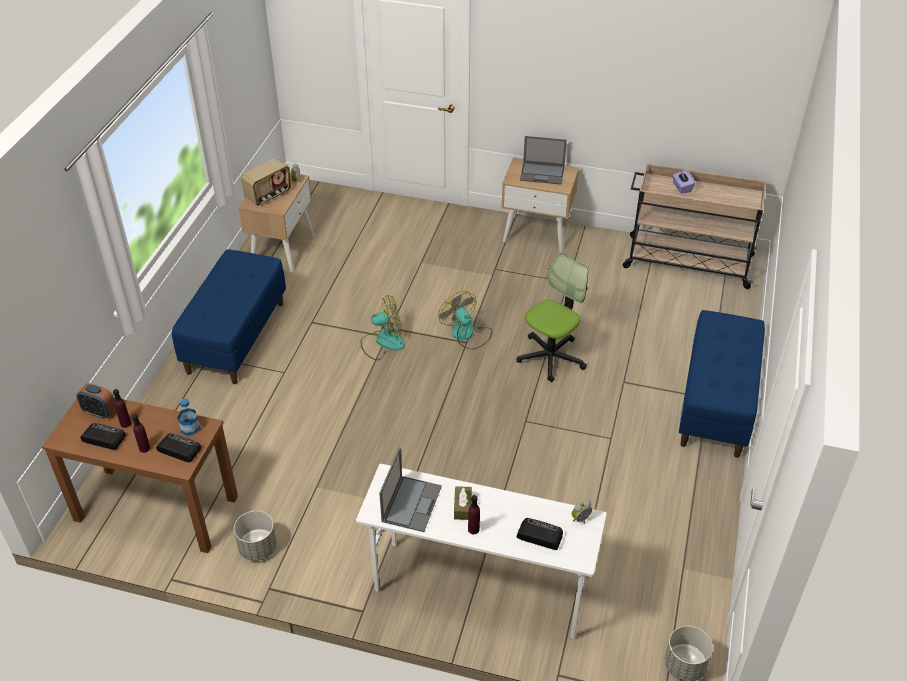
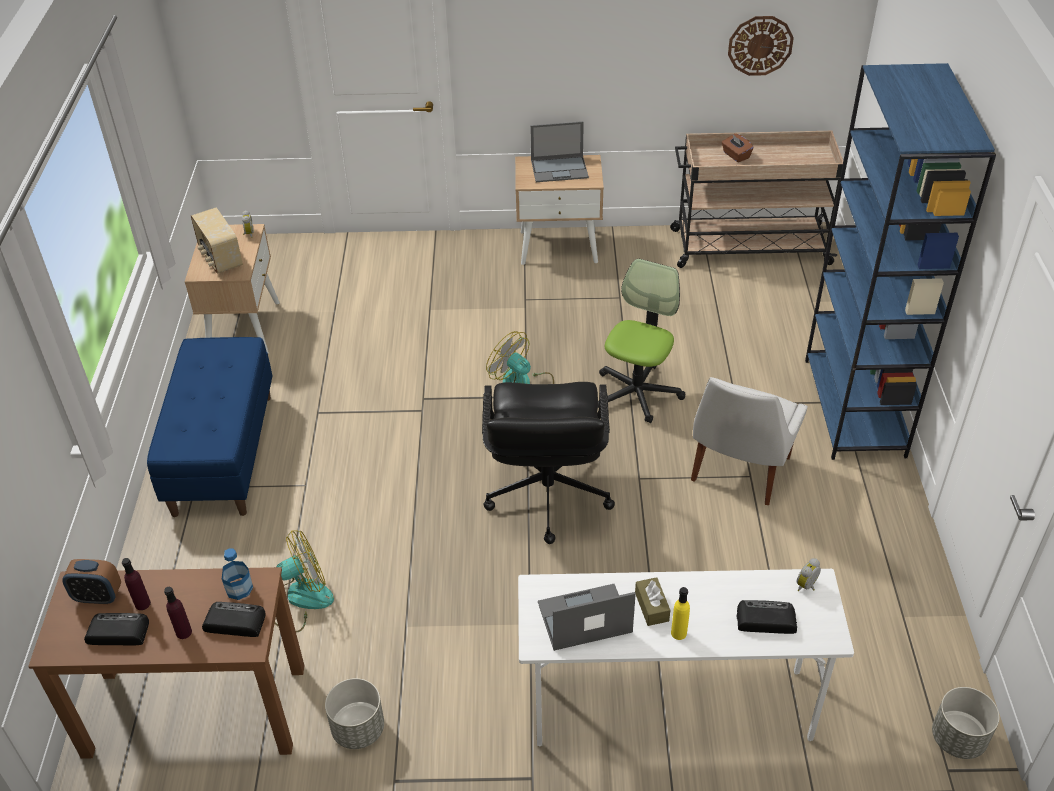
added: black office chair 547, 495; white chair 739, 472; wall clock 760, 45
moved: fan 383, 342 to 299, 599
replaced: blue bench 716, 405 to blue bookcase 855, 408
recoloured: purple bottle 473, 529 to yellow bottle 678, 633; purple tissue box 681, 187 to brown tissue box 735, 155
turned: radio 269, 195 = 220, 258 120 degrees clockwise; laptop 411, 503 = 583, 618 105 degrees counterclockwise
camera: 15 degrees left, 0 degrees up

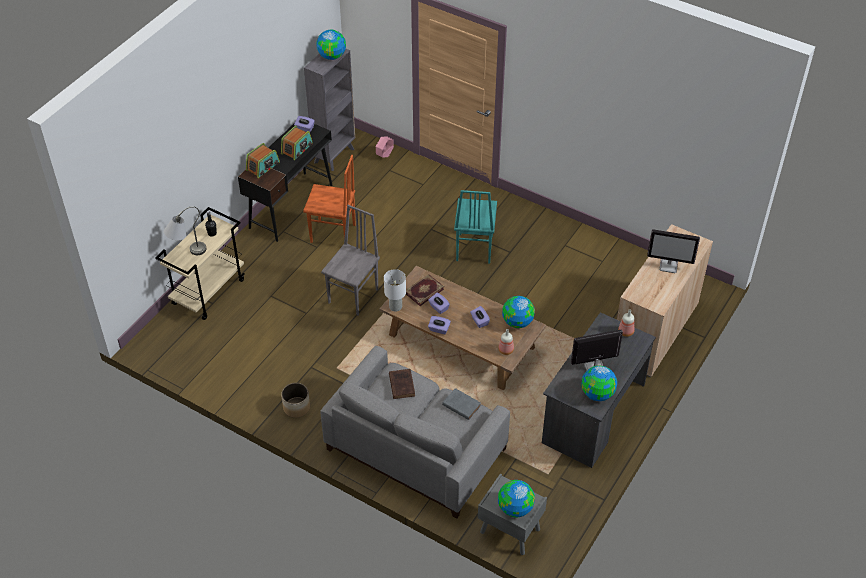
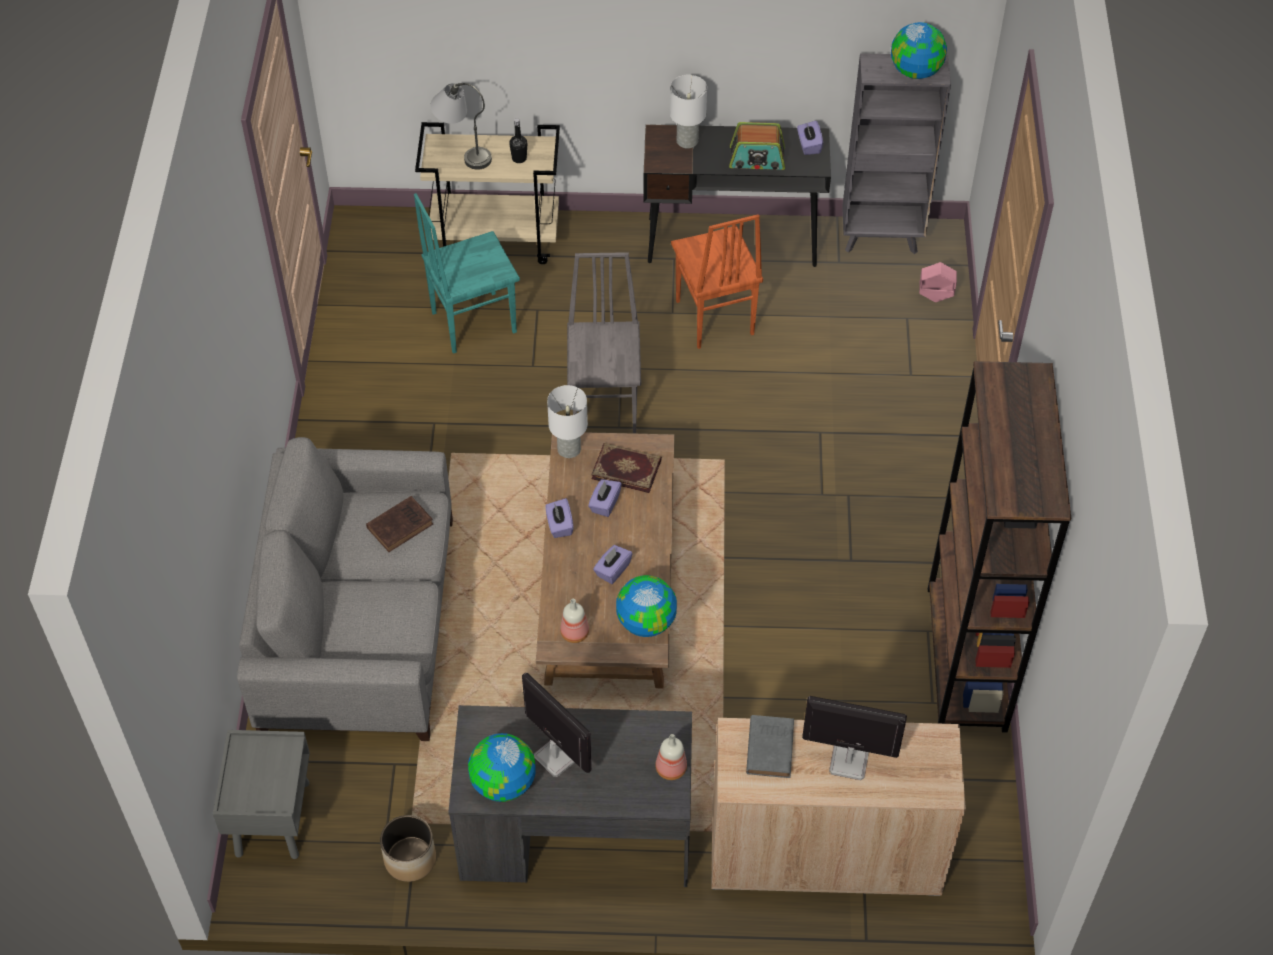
removed: globe 515, 508
added: brown bookcase 966, 659
moved: planter 296, 407 to 409, 858; turquoise chair 473, 248 to 472, 321; grey book 460, 405 to 770, 747
replaced: radio 263, 166 to white table lamp 687, 141
turned: grey chair 354, 296 = 606, 405 90 degrees counterclockwise; monitor 669, 266 = 847, 762 120 degrees clockwise
camera: 60 degrees right, 5 degrees up

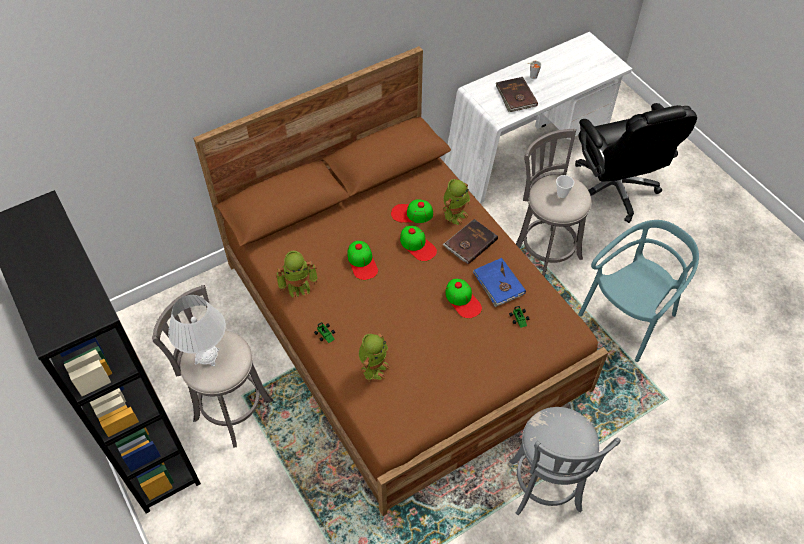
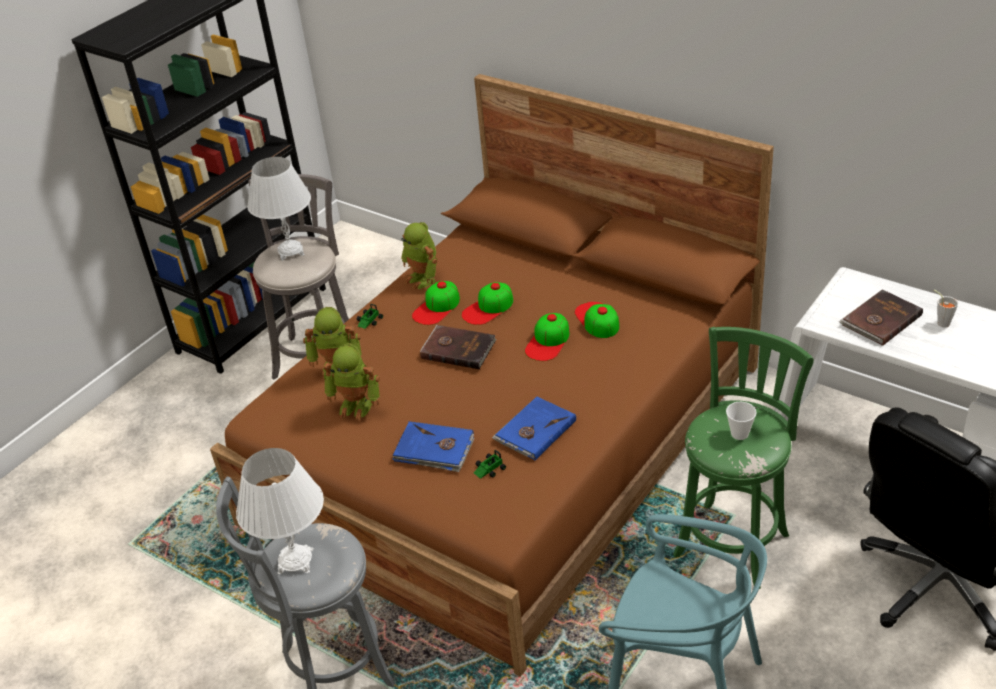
added: white table lamp 296, 561; blue book 434, 450
moved: toy robot 455, 214 to 357, 405; cap 463, 300 to 437, 307; brown book 470, 243 to 458, 349
recoloured: grey stool 544, 253 to green stool 734, 541
camera: 70 degrees right, 15 degrees down

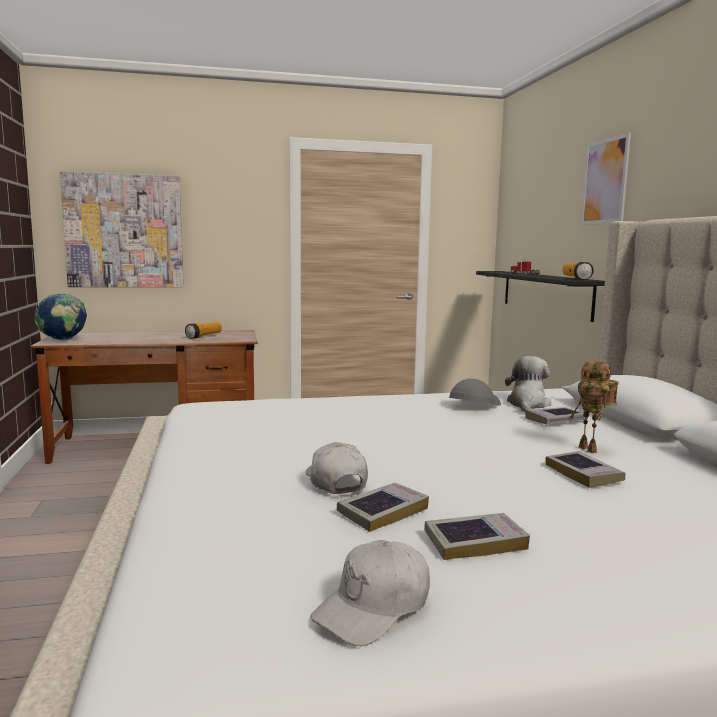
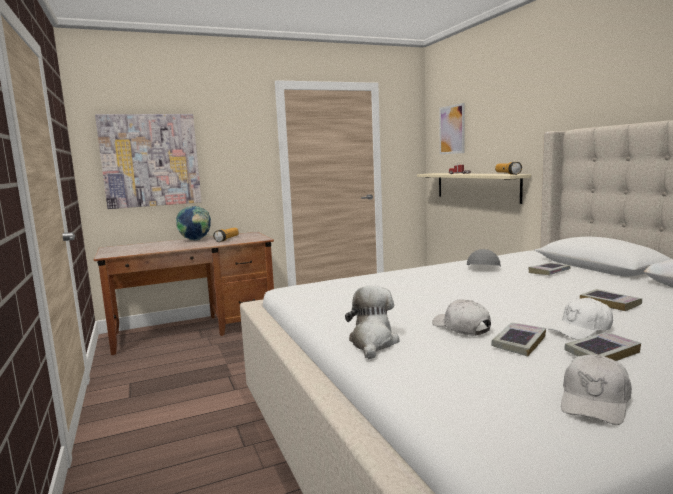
removed: toy robot 590, 450
added: white cap 581, 329
moved: globe 63, 340 to 195, 240; plush toy 527, 404 to 372, 343; picture 605, 181 to 452, 129
recoloured: black shelf 545, 293 to beige shelf 476, 186
camera: 10 degrees left, 0 degrees up

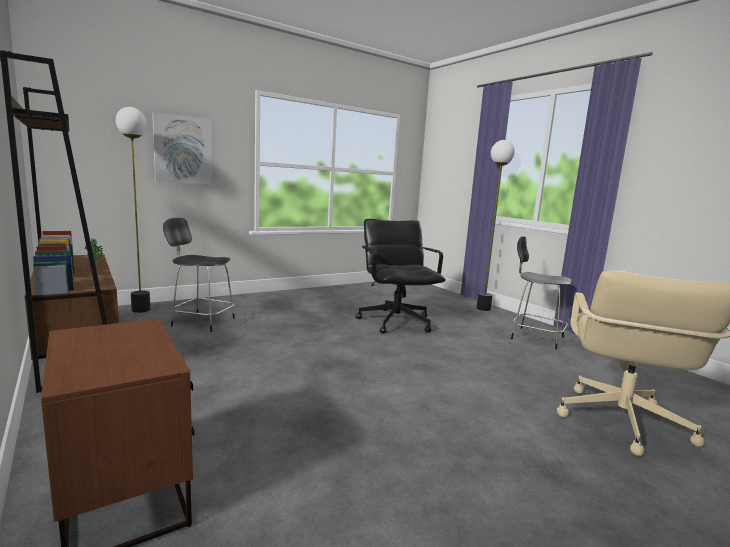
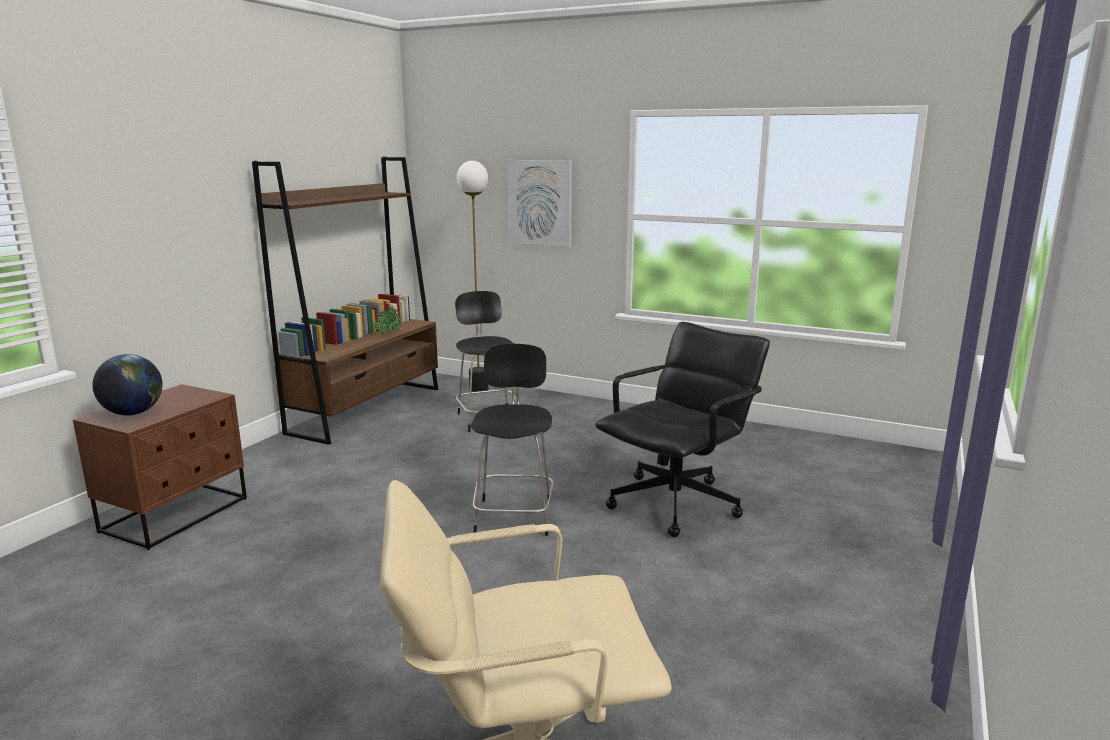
removed: floor lamp 483, 308
added: globe 133, 413
moved: black chair 535, 337 to 514, 515
camera: 60 degrees right, 5 degrees up

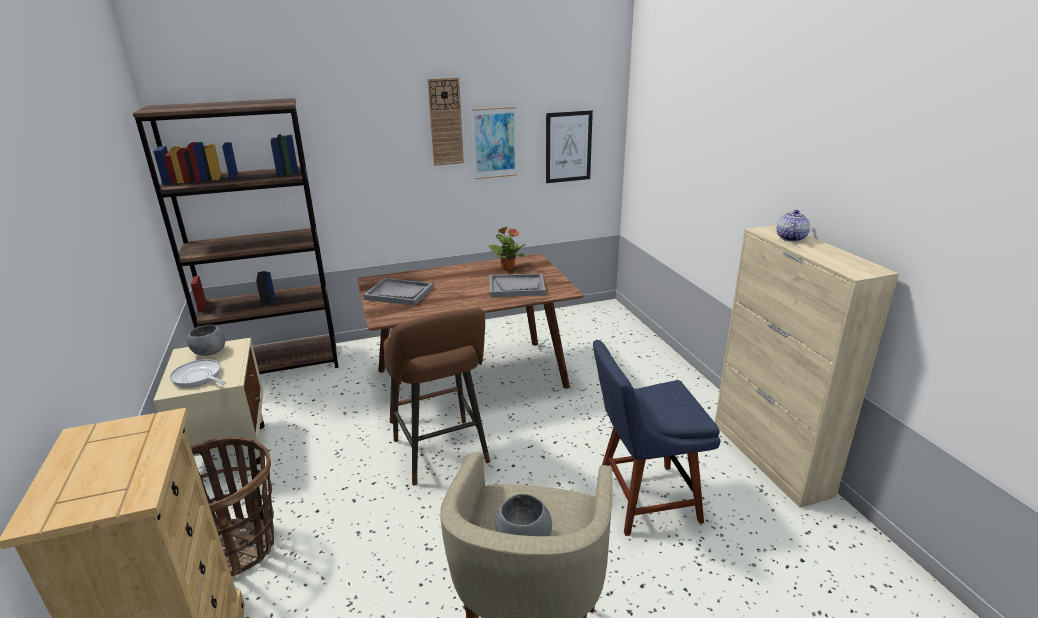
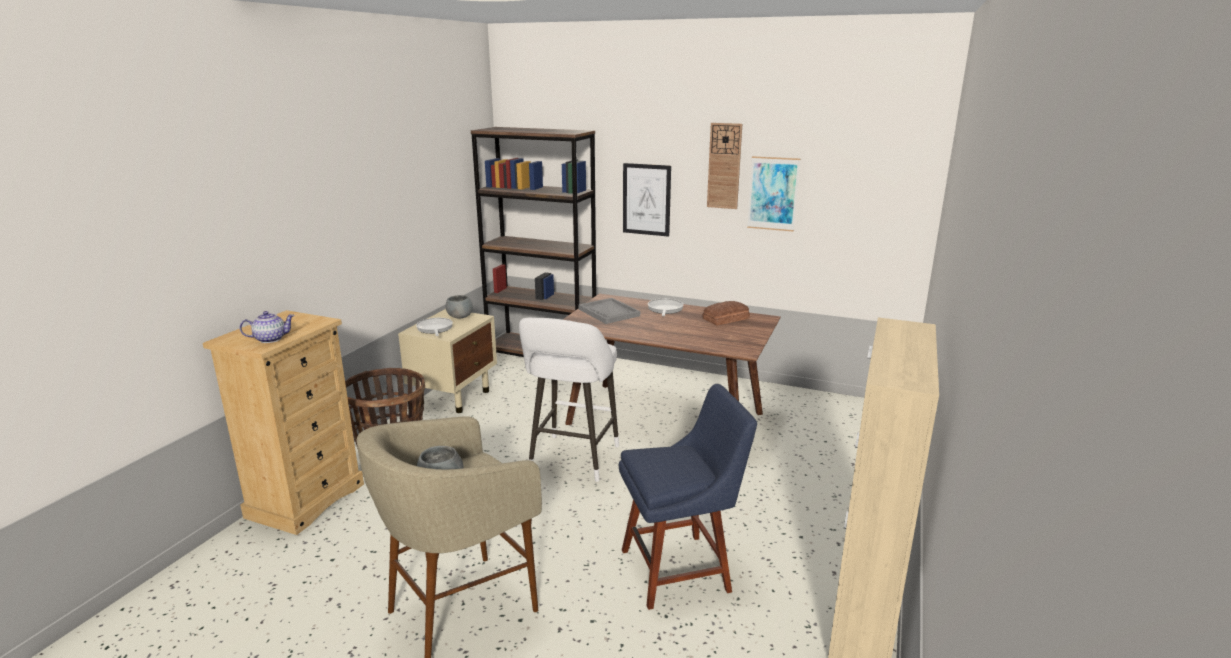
removed: grey tray 517, 287
added: frying pan 665, 309
moved: teapot 790, 238 to 270, 339; picture 568, 147 to 646, 199
replaced: potted plant 507, 268 to bread 726, 319
recoloured: brown stool 442, 454 to white stool 572, 460
turned: blue chair 642, 499 = 680, 569 135 degrees clockwise
camera: 40 degrees right, 5 degrees down

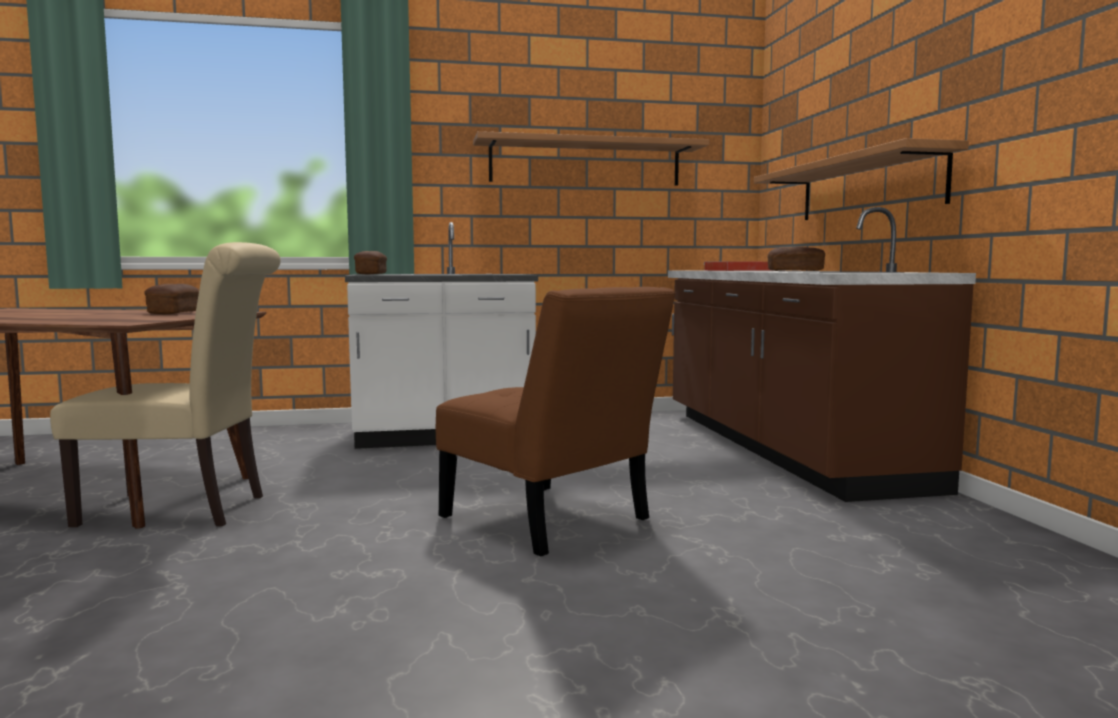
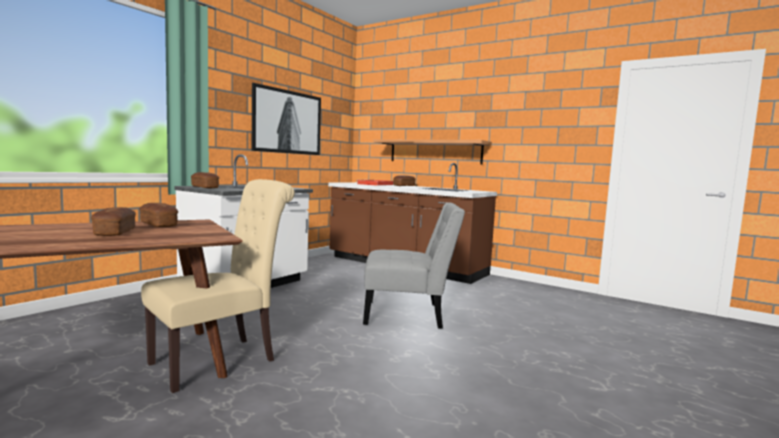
added: bread 115, 232
replaced: shelf 585, 163 to picture 288, 122
recoloured: brown chair 551, 521 to grey chair 408, 314
camera: 45 degrees left, 0 degrees up

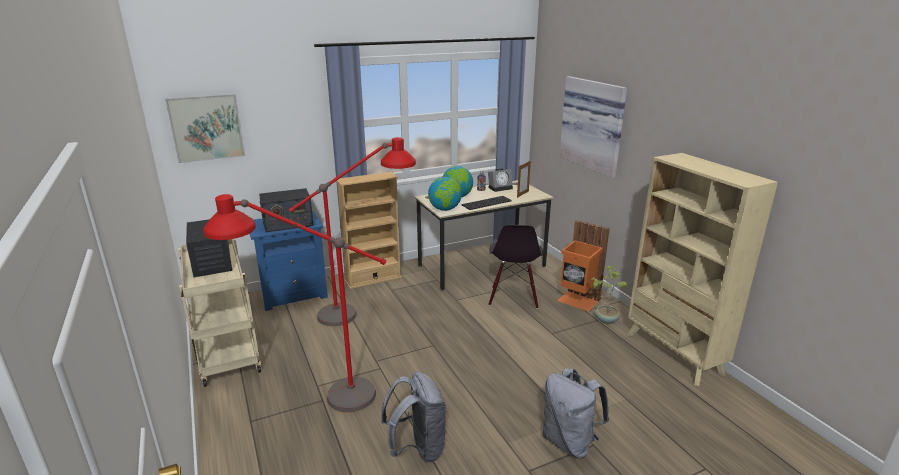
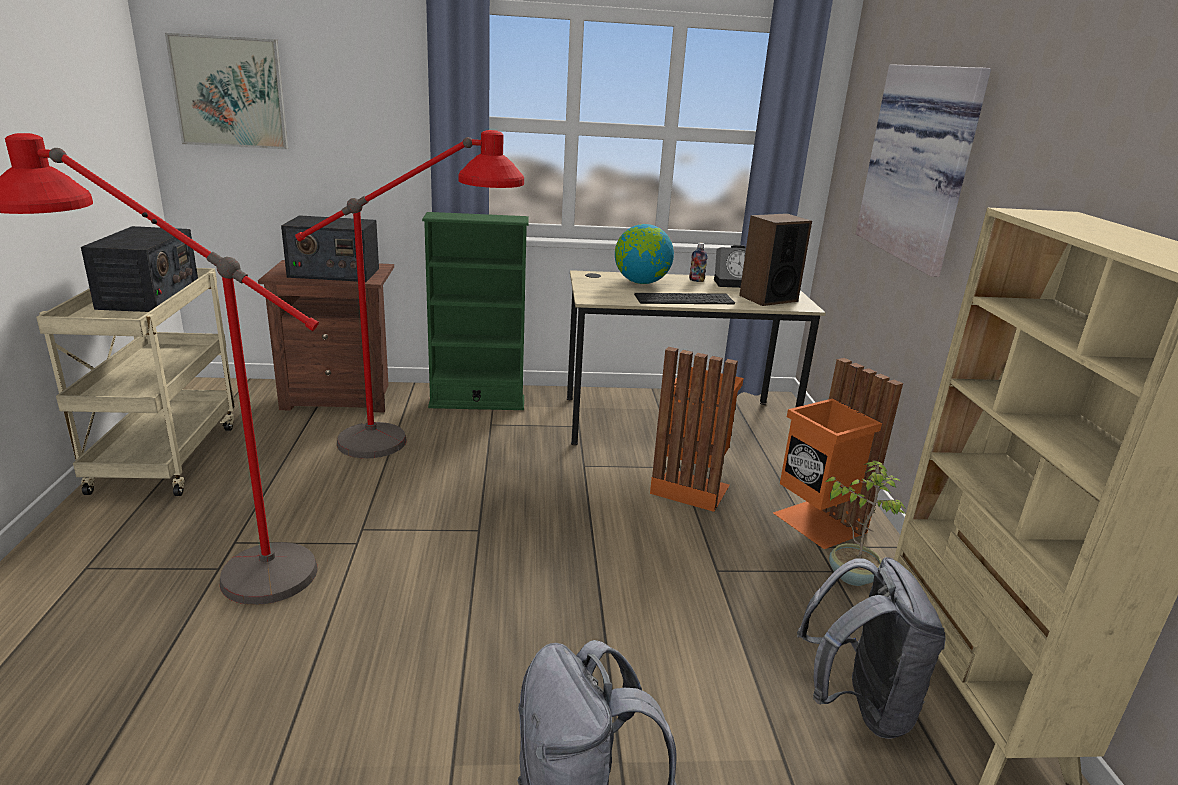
removed: globe 445, 209
moved: grey backpack 418, 448 to 858, 704
replaced: black chair 513, 297 to orange trash can 691, 487; picture frame 522, 194 to speaker 768, 298
recoloured: blue nightstand 293, 294 to brown nightstand 341, 396; beige bookcase 373, 279 to green bookcase 477, 402
camera: 20 degrees right, 0 degrees up

